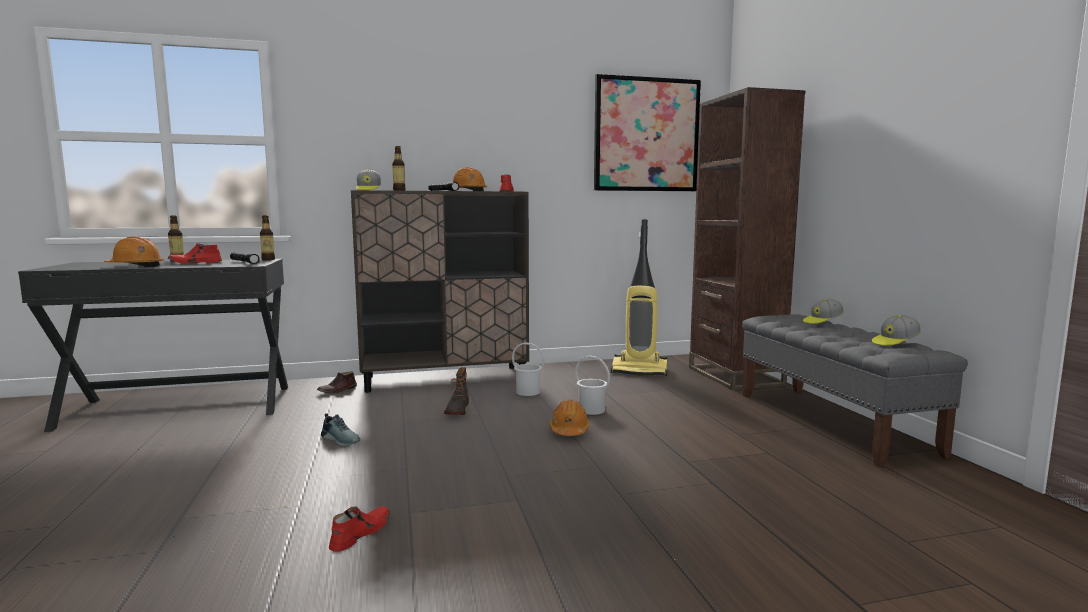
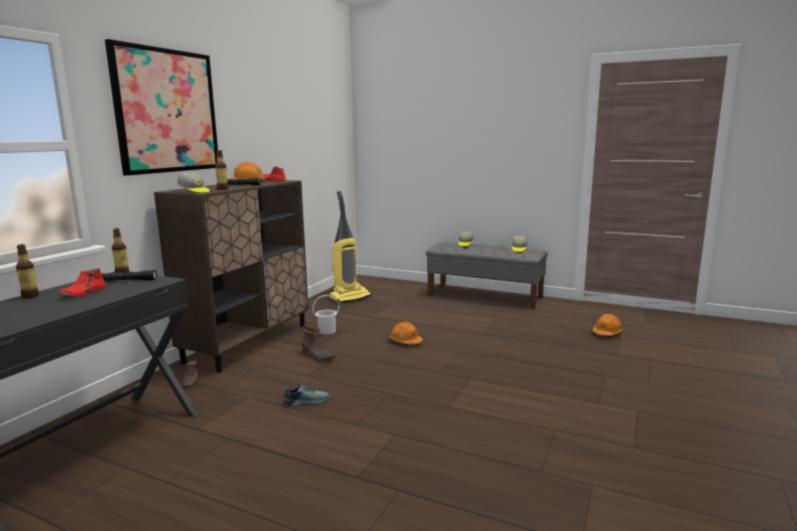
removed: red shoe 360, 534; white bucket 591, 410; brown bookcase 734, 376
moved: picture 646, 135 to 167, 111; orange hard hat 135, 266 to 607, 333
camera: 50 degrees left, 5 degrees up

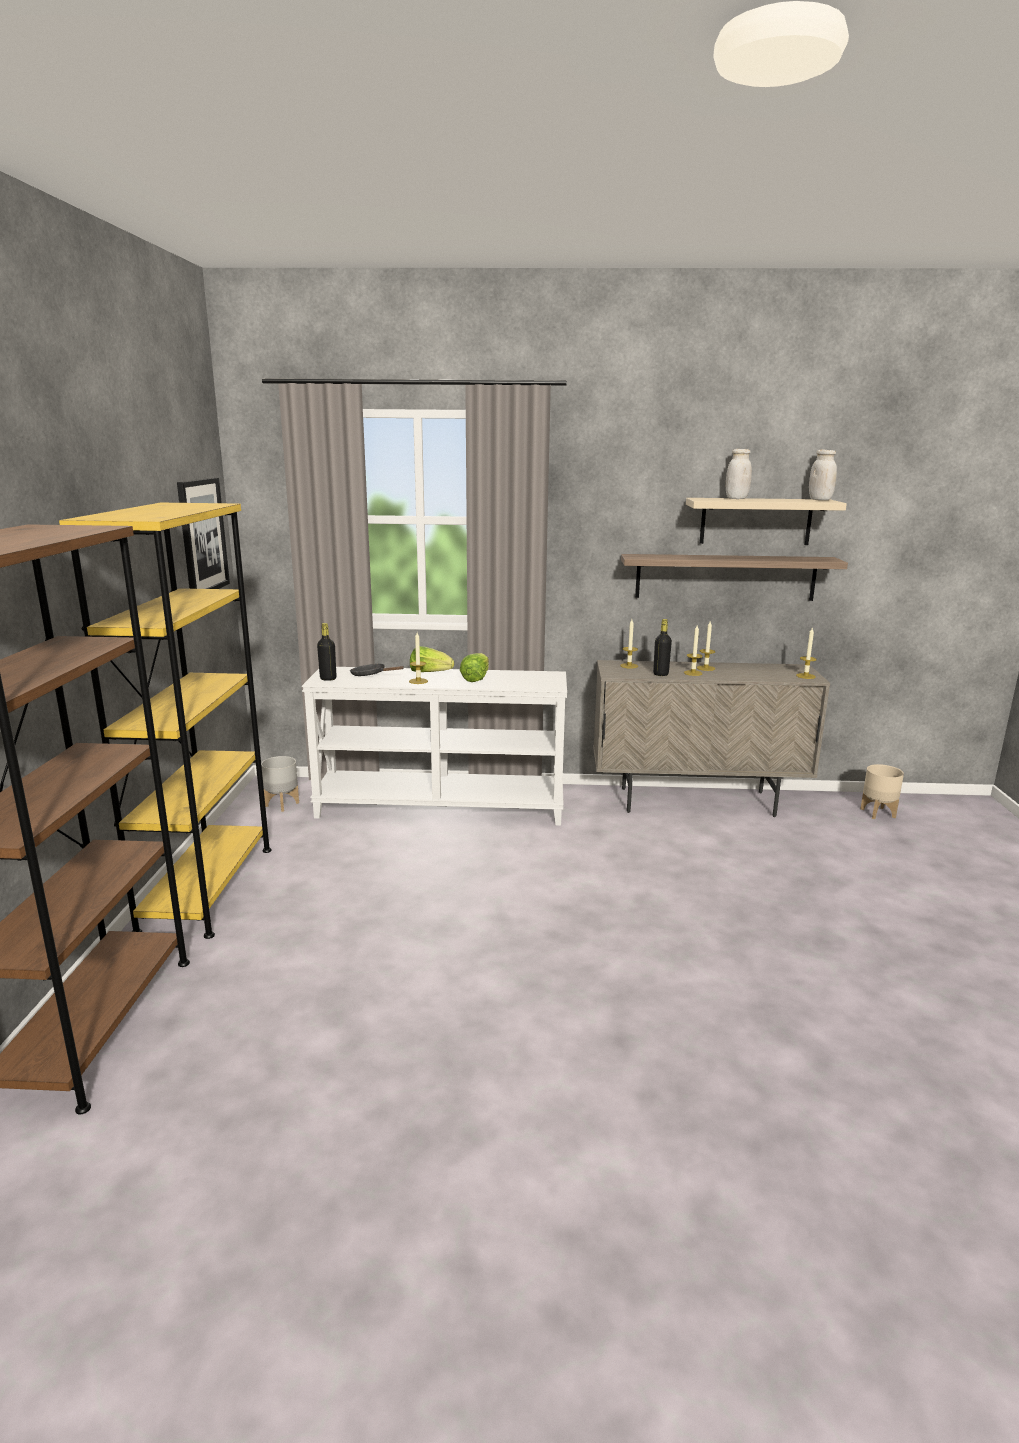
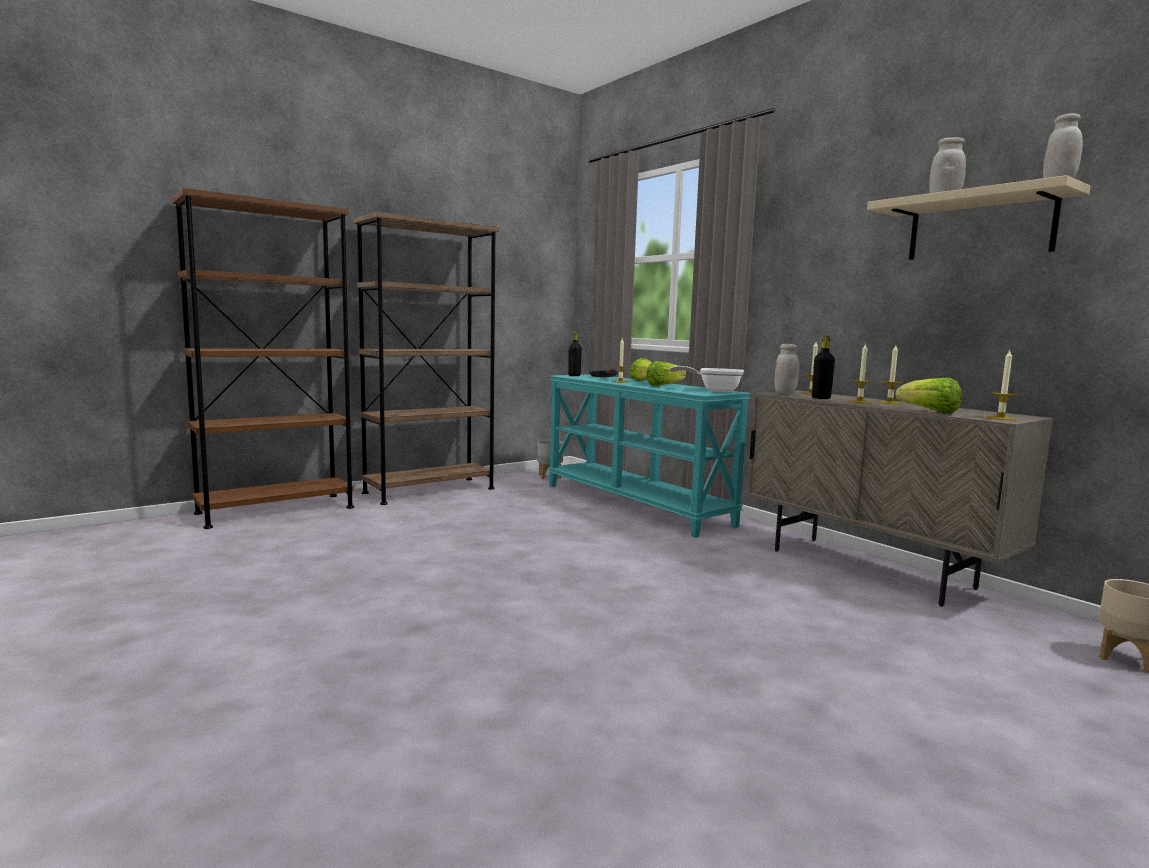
removed: picture 202, 536; shelf 725, 577
added: frying pan 714, 391; white jar 785, 393; lettuce 929, 411
recoloured: yellow bookcase 207, 888 to brown bookcase 429, 490; white console table 441, 807 to turquoise console table 636, 504
camera: 50 degrees right, 10 degrees down

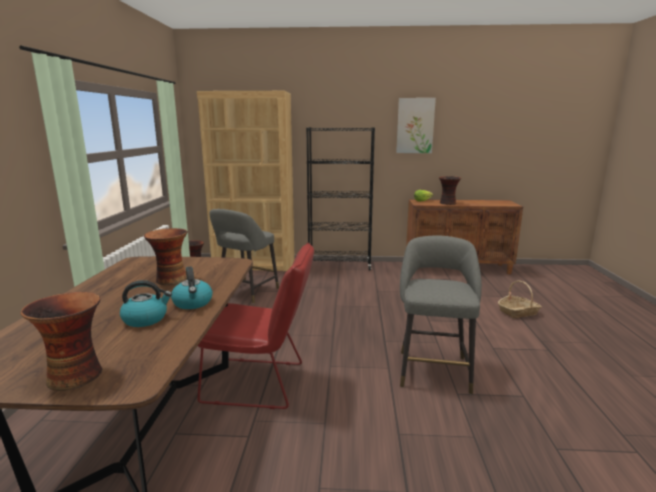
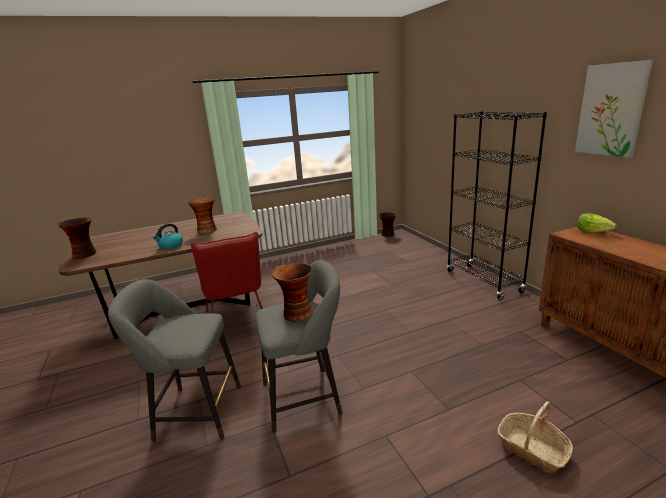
removed: kettle 146, 319; brown bookcase 254, 265
moved: grey stool 246, 293 to 194, 412; vase 447, 203 to 296, 314
camera: 65 degrees right, 5 degrees up

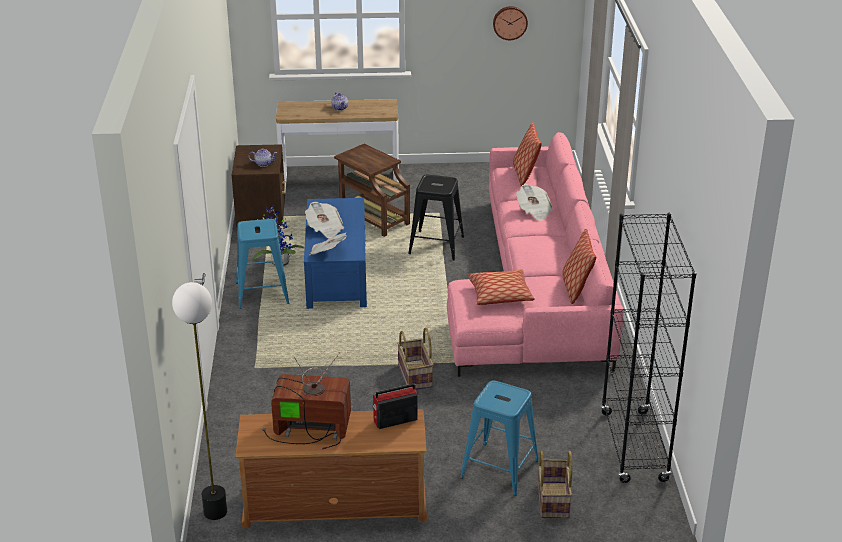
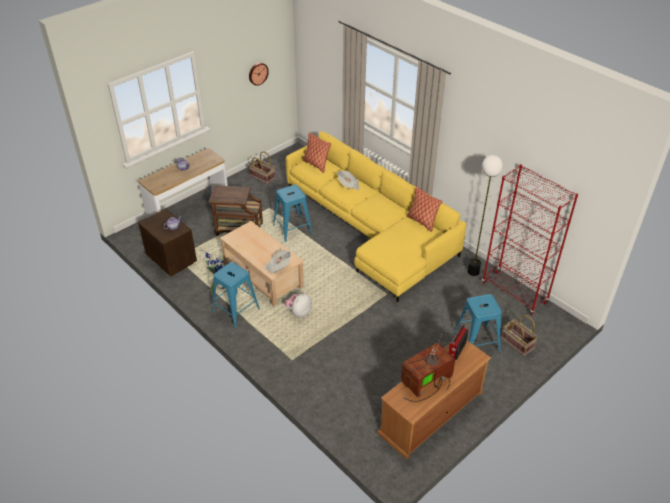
removed: newspaper 325, 229; pillow 500, 295
added: plush toy 299, 312
moved: basket 416, 375 to 263, 177; floor lamp 215, 512 to 473, 271
recoloured: blue coffee table 338, 275 to beige coffee table 264, 276; black stool 436, 246 to blue stool 292, 229; pink sofa 535, 289 to yellow sofa 371, 229; black bookcase 634, 447 to red bookcase 514, 293
camera: 40 degrees left, 10 degrees up

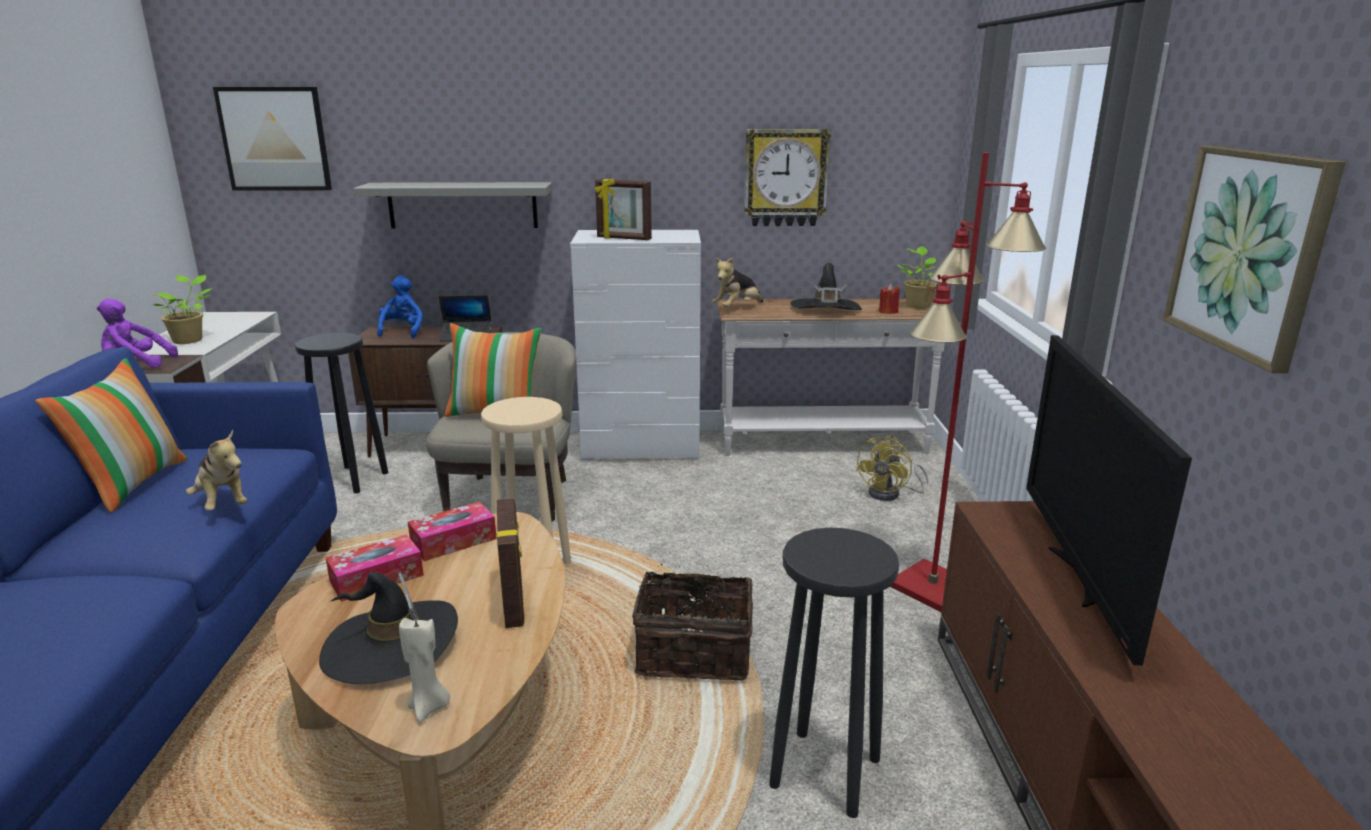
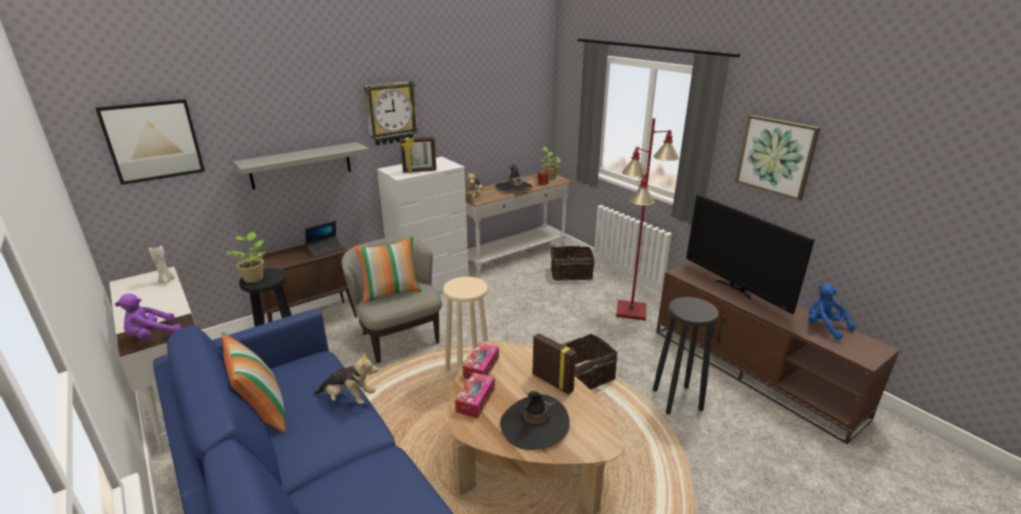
moved: beige candle 429, 707 to 167, 281; potted plant 190, 340 to 254, 278; wall clock 785, 178 to 391, 113; blue plush toy 403, 331 to 824, 327
replaced: yellow fan 890, 494 to basket 571, 274
camera: 35 degrees left, 5 degrees up

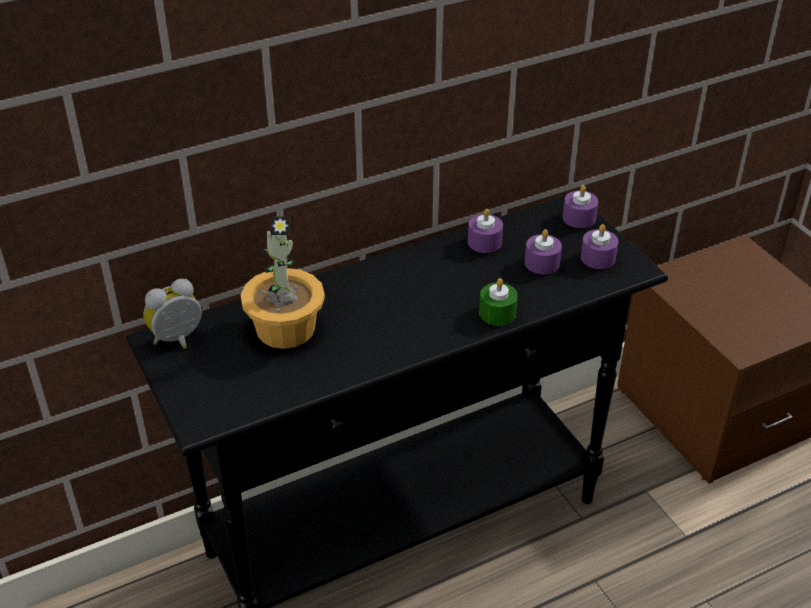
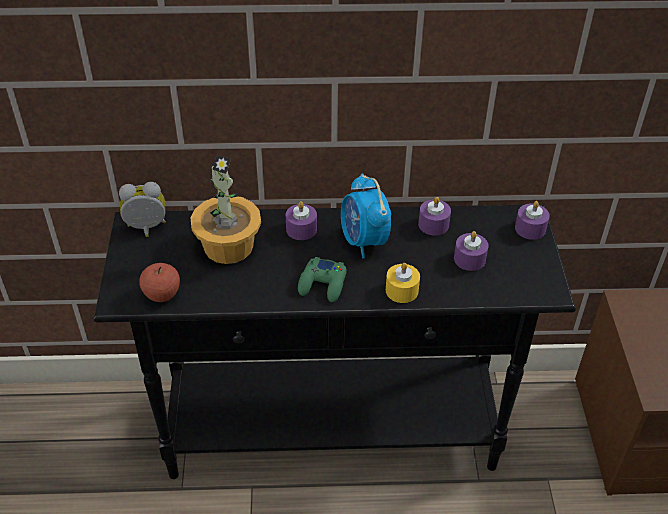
added: apple 162, 295; green game controller 323, 284; alarm clock 364, 241
moved: purple candle 598, 258 to 301, 229
recoloured: green candle 497, 313 to yellow candle 402, 290
camera: 25 degrees right, 5 degrees up

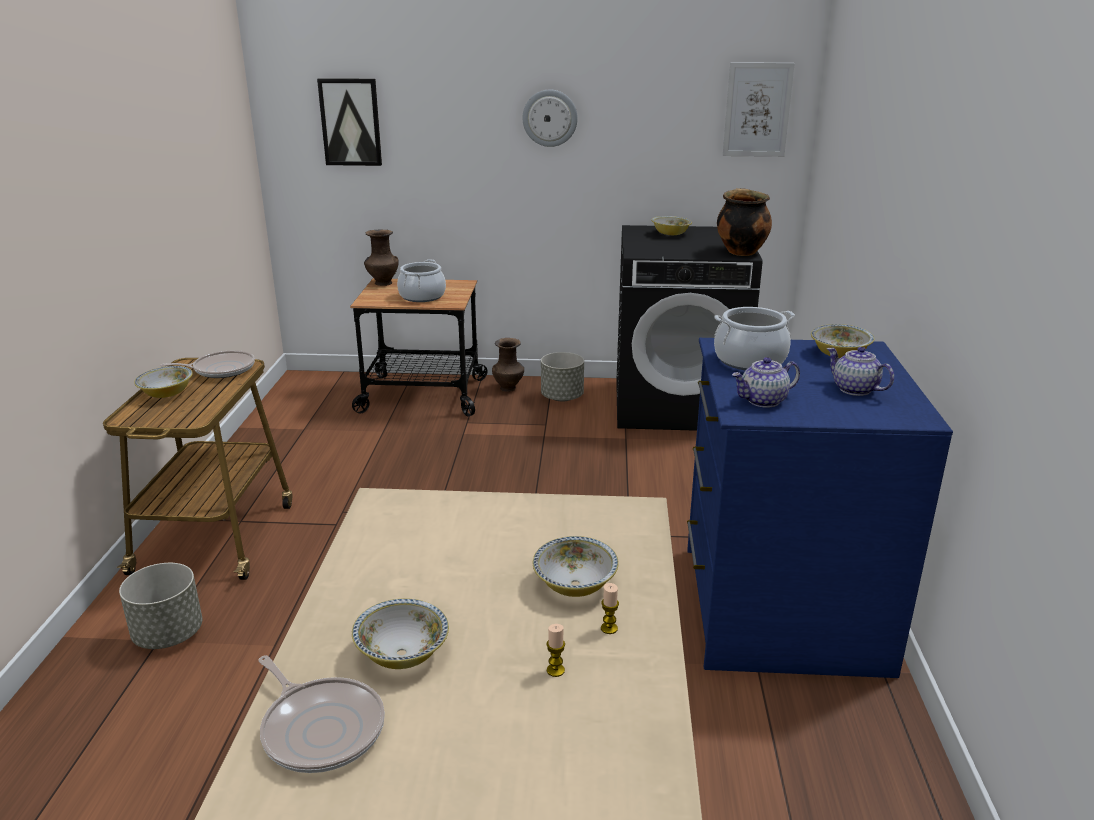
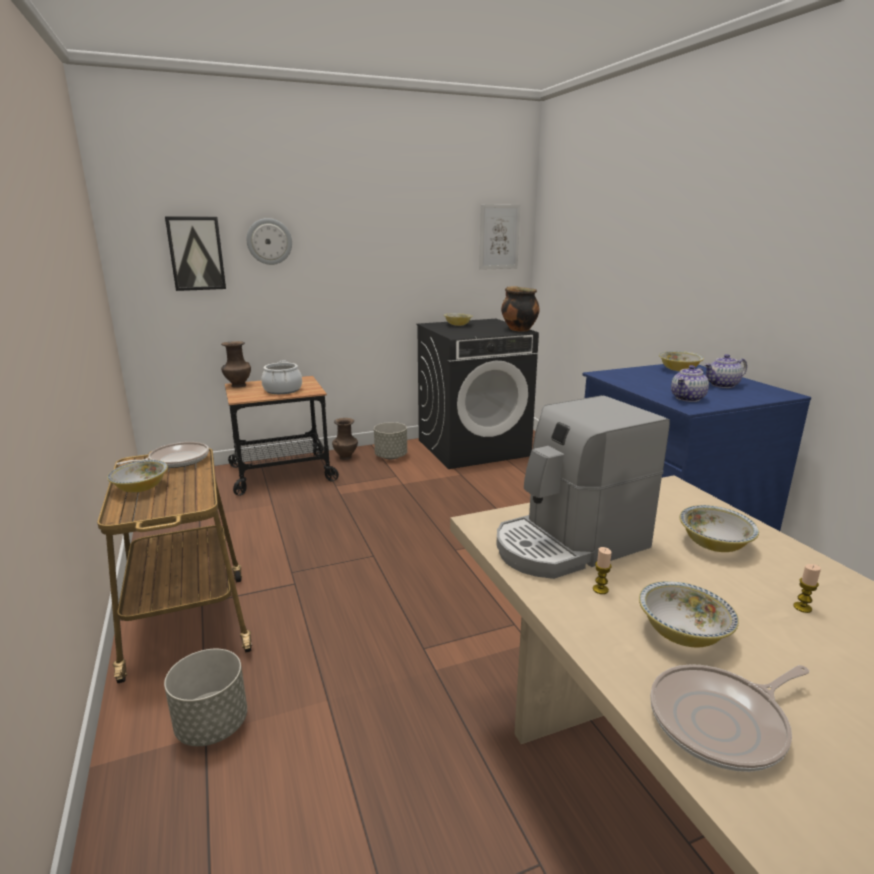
removed: cooking pot 750, 360
added: coffee machine 569, 545
moved: wall clock 550, 118 to 269, 241; candle 609, 628 to 600, 589
turned: frying pan 321, 728 = 722, 722 135 degrees clockwise; teapot 854, 389 = 722, 385 45 degrees counterclockwise
camera: 25 degrees left, 5 degrees down

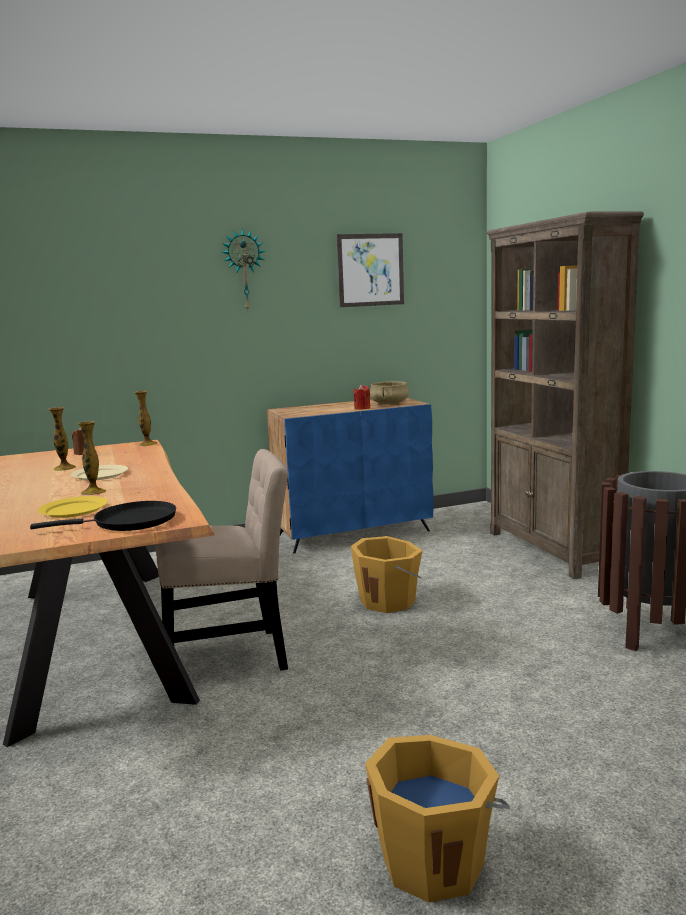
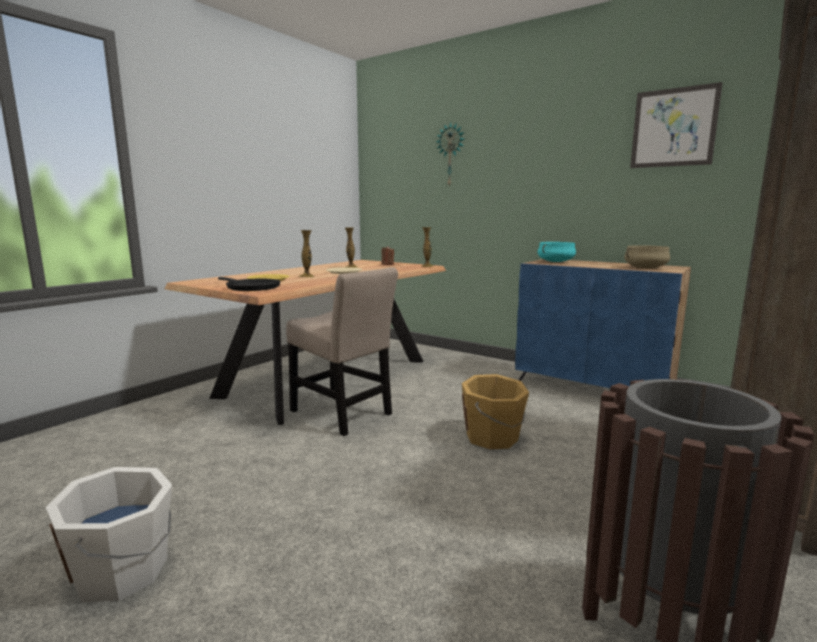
removed: red candle 362, 408
added: turquoise cooking pot 555, 261
moved: wall clock 244, 270 to 451, 155
recoloured: orange bucket 433, 859 to white bucket 124, 571
camera: 55 degrees right, 0 degrees up

